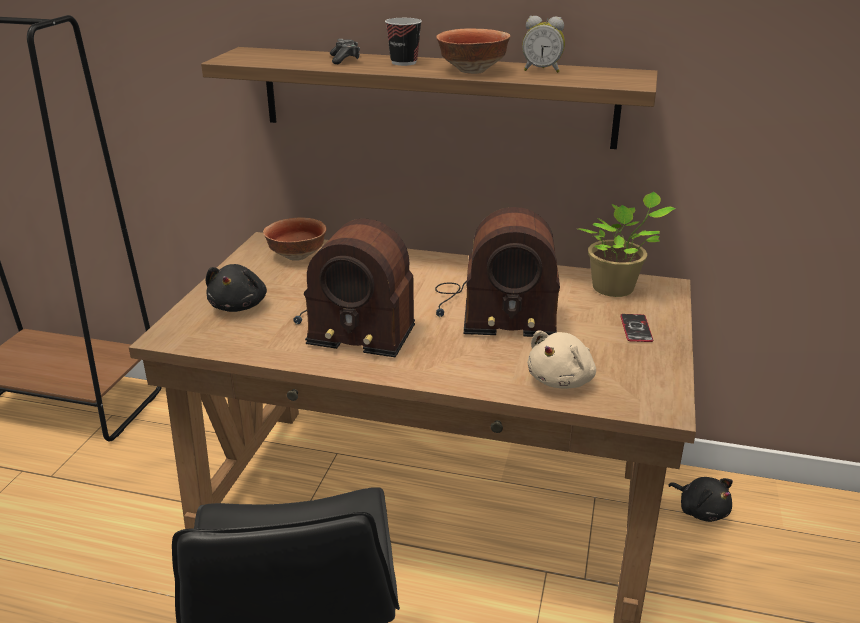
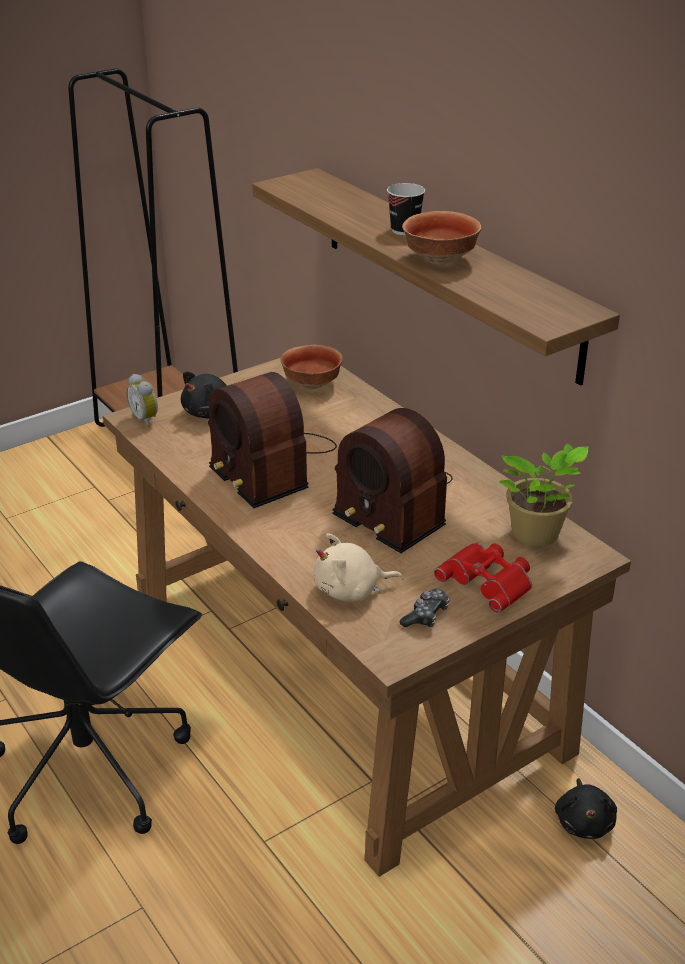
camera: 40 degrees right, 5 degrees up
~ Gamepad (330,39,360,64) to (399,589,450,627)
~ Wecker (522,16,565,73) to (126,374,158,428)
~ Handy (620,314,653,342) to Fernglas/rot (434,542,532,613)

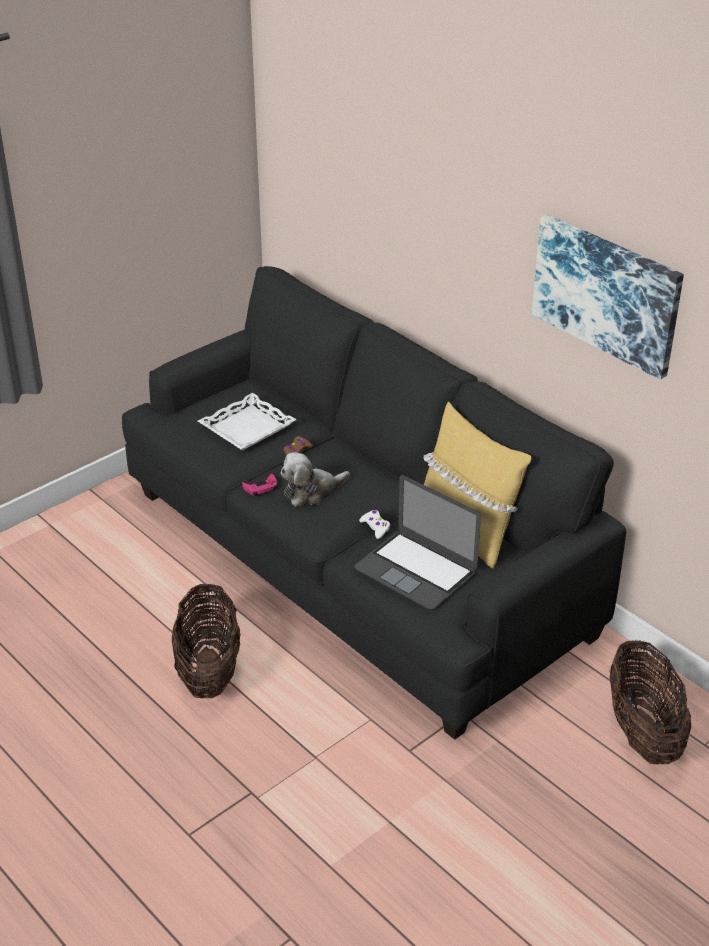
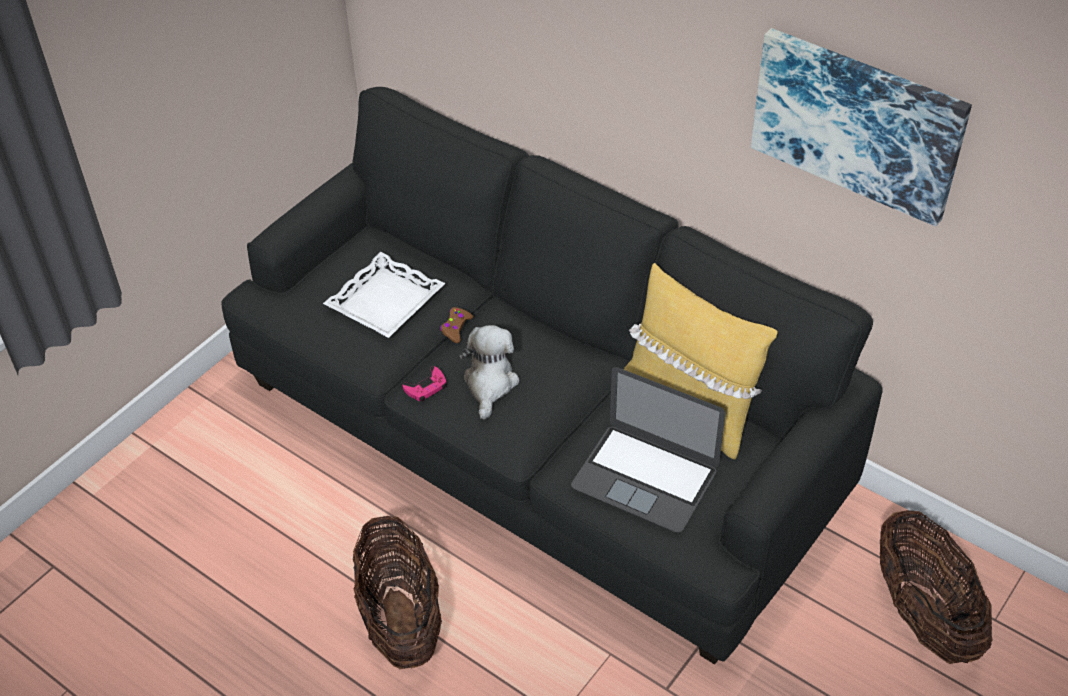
camera: 10 degrees left, 10 degrees up
~ Plüschtier (281,452,350,507) = (459,325,519,420) 135 degrees clockwise
- Gamepad/weiß (359,510,391,539)

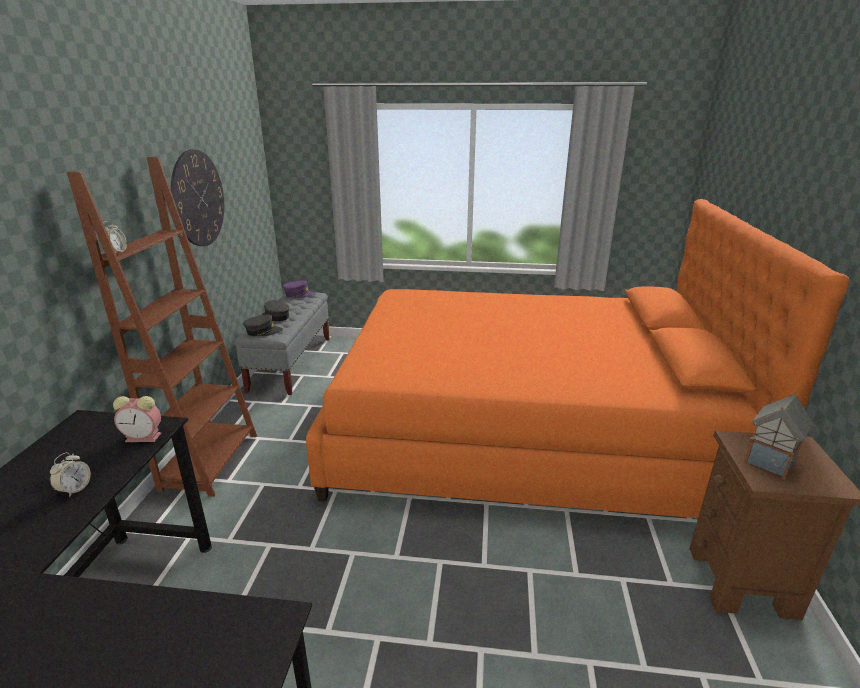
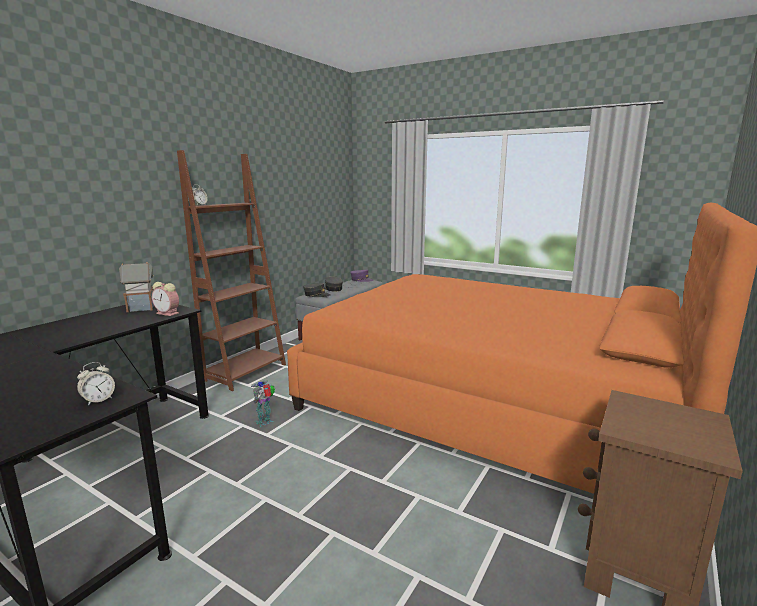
camera: 25 degrees right, 10 degrees down
~ Wecker (50,452,91,497) to (77,362,115,406)
- Wanduhr (171,149,224,246)
~ Spielzeughaus (744,393,814,480) to (119,262,154,312)
+ Spielzeugroboter (251,380,275,427)

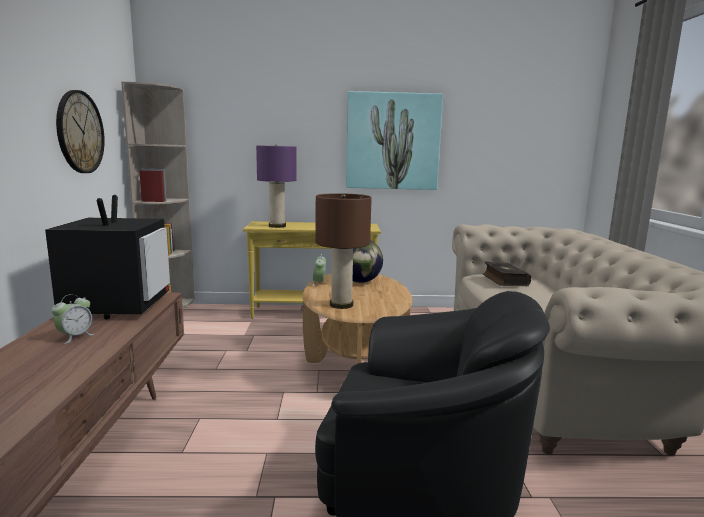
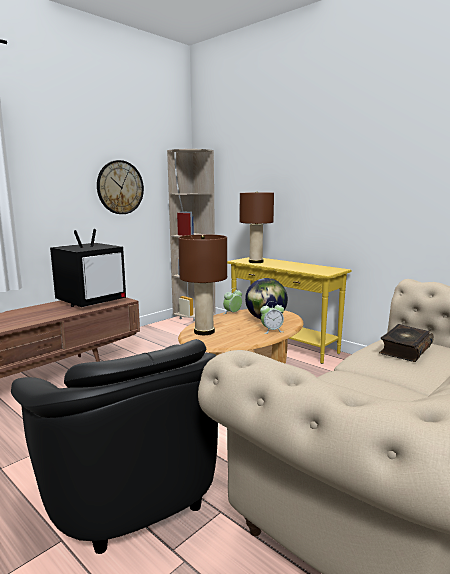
camera: 45 degrees right, 0 degrees up
~ Wecker (52,294,94,344) to (260,301,284,334)
~ Tischlampe/lila (256,145,297,228) to Tischlampe/braun (240,192,274,263)
- Bild (346,91,443,190)

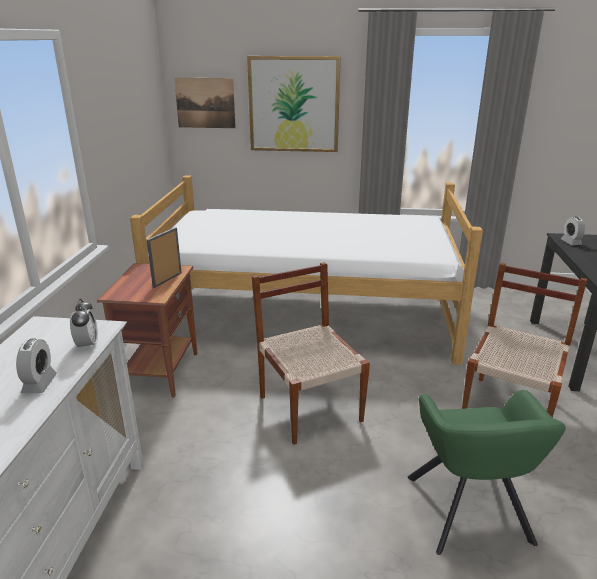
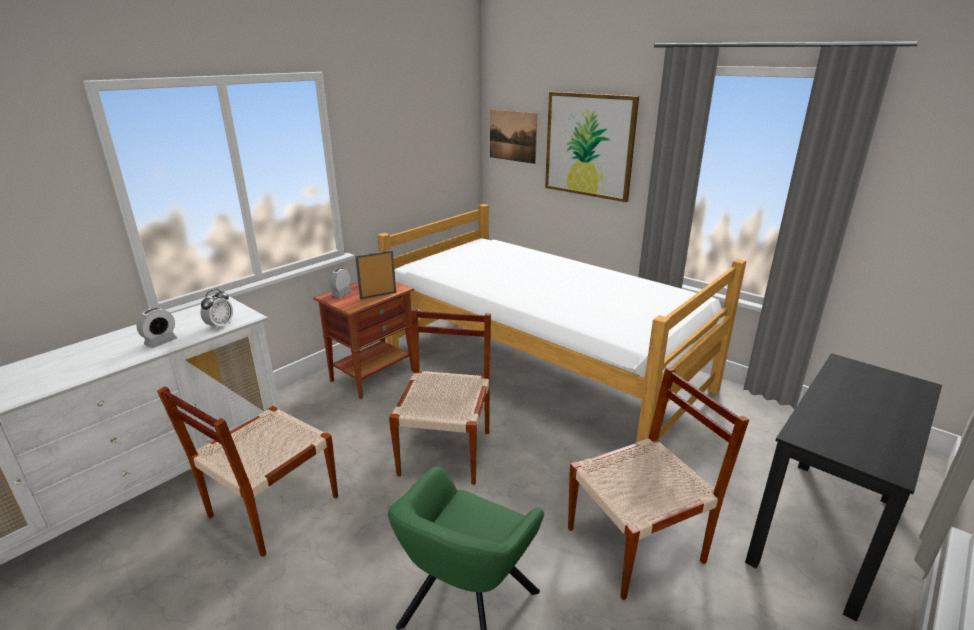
camera: 35 degrees right, 0 degrees up
~ Wecker (561,217,585,245) to (330,268,352,297)
+ Stuhl (157,386,338,557)

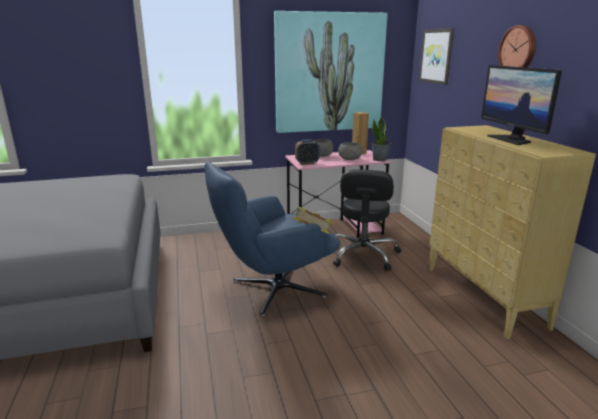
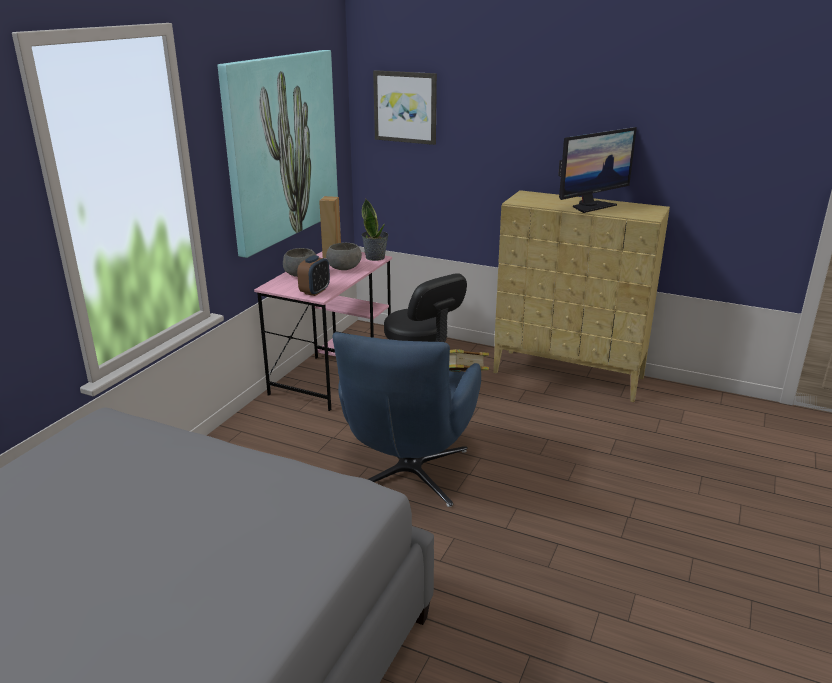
camera: 50 degrees left, 5 degrees up
~ Monitor (481,65,562,145) = (558,127,637,213) 60 degrees counterclockwise
- Wanduhr (498,25,536,68)

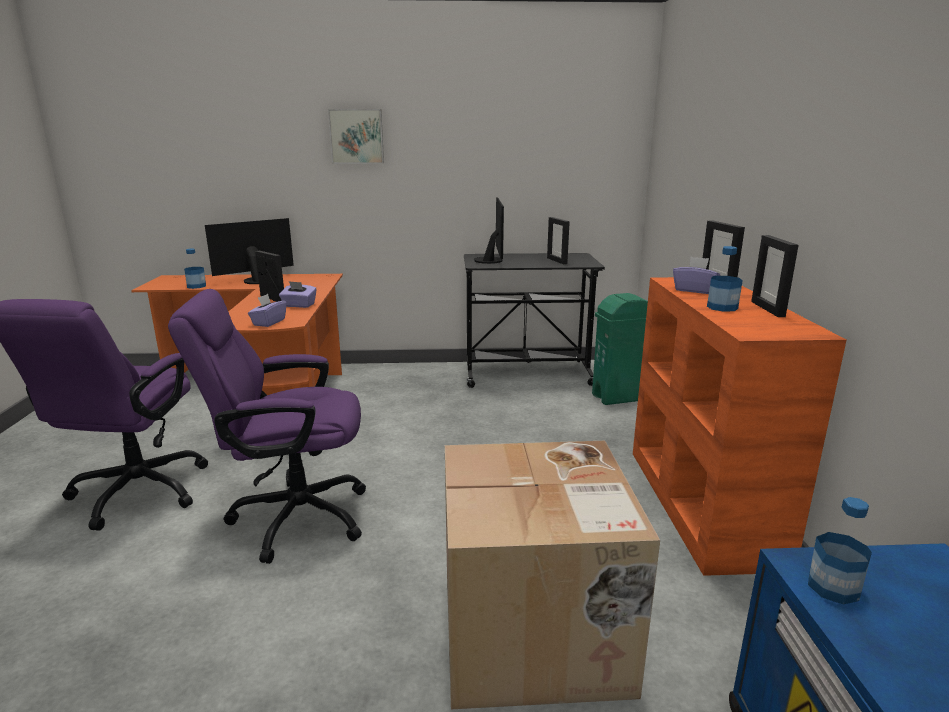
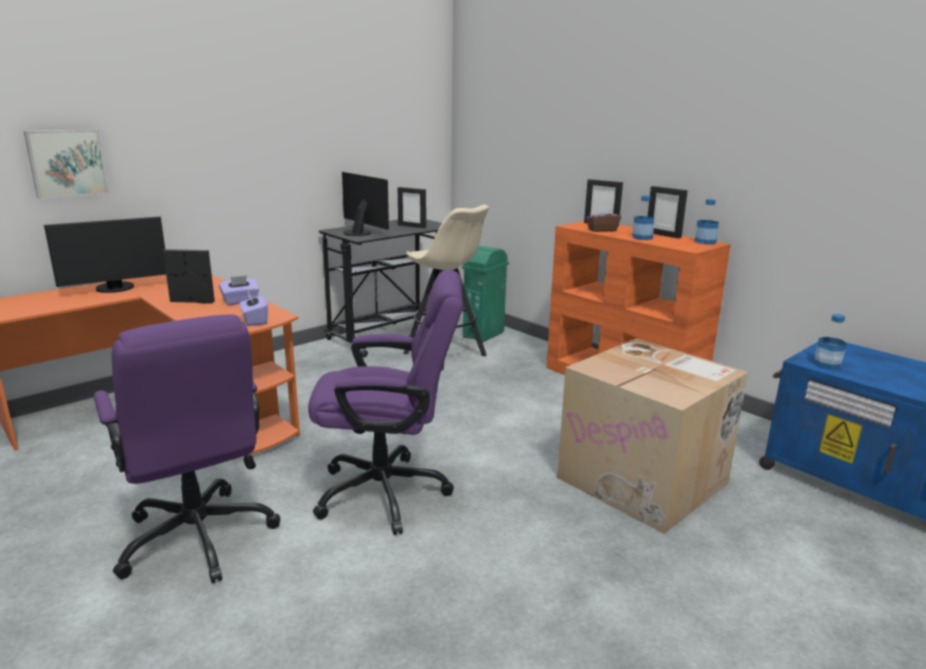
camera: 40 degrees left, 0 degrees up
~ Bürostuhl/lila (168,289,366,564) = (308,269,463,535) 135 degrees counterclockwise
~ Flasche (184,249,206,289) to (695,199,719,245)
~ Monitor (205,218,294,284) = (44,216,166,293) 135 degrees counterclockwise
~ Bild (328,109,384,164) to (24,130,109,199)
~ Taschentuchbox/lila (673,257,720,294) to Taschentuchbox/braun (586,206,621,232)
+ Hocker/beige (403,205,489,371)

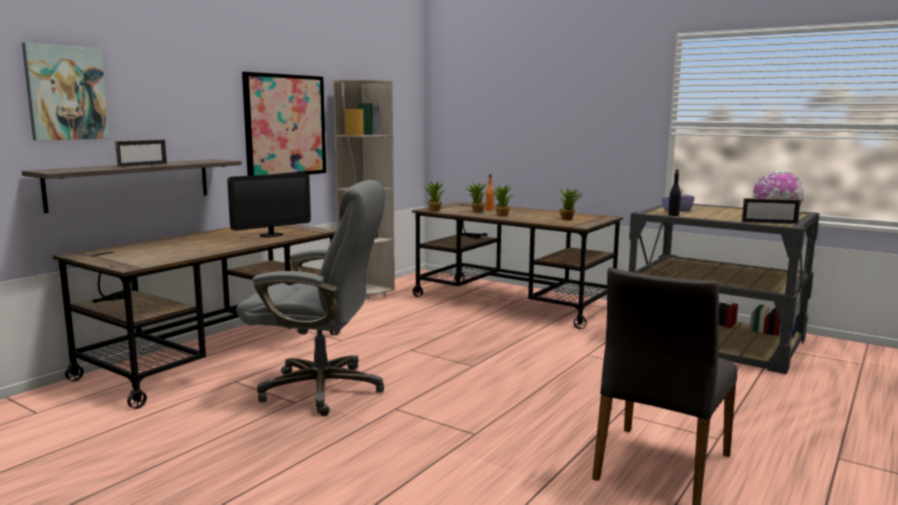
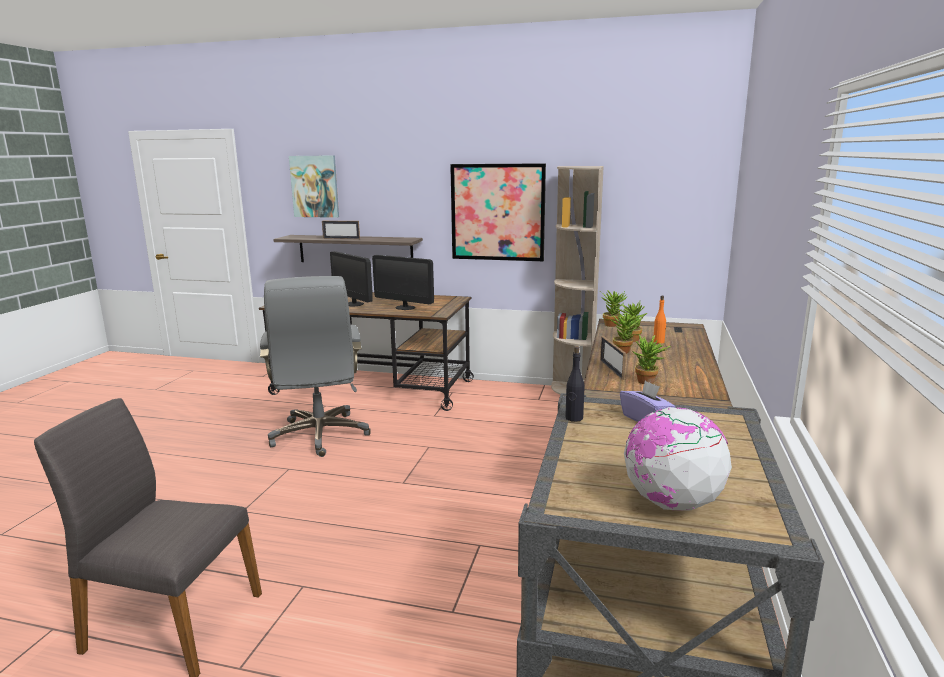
camera: 70 degrees right, 5 degrees up
~ Bilderrahmen (742,198,800,224) to (600,336,626,380)
+ Monitor (330,251,373,306)

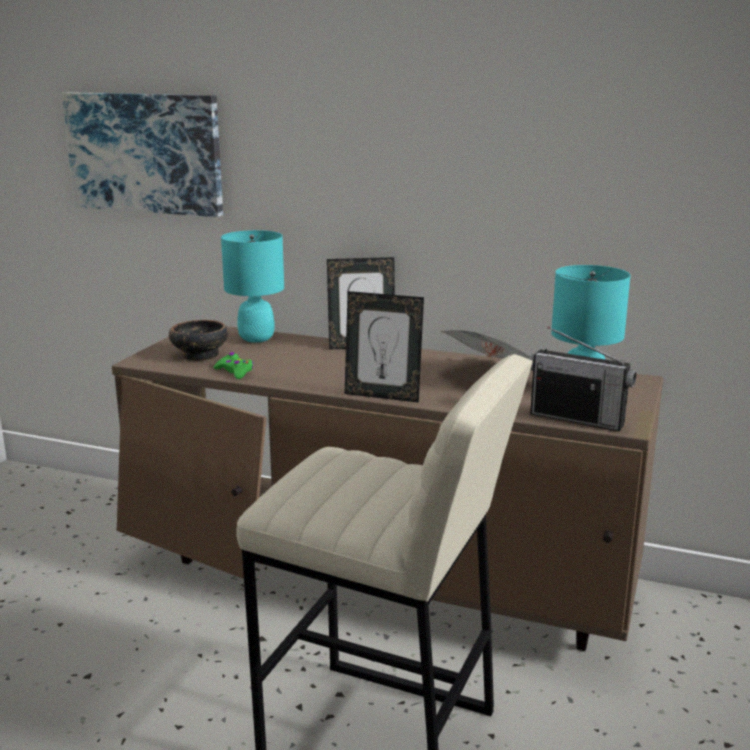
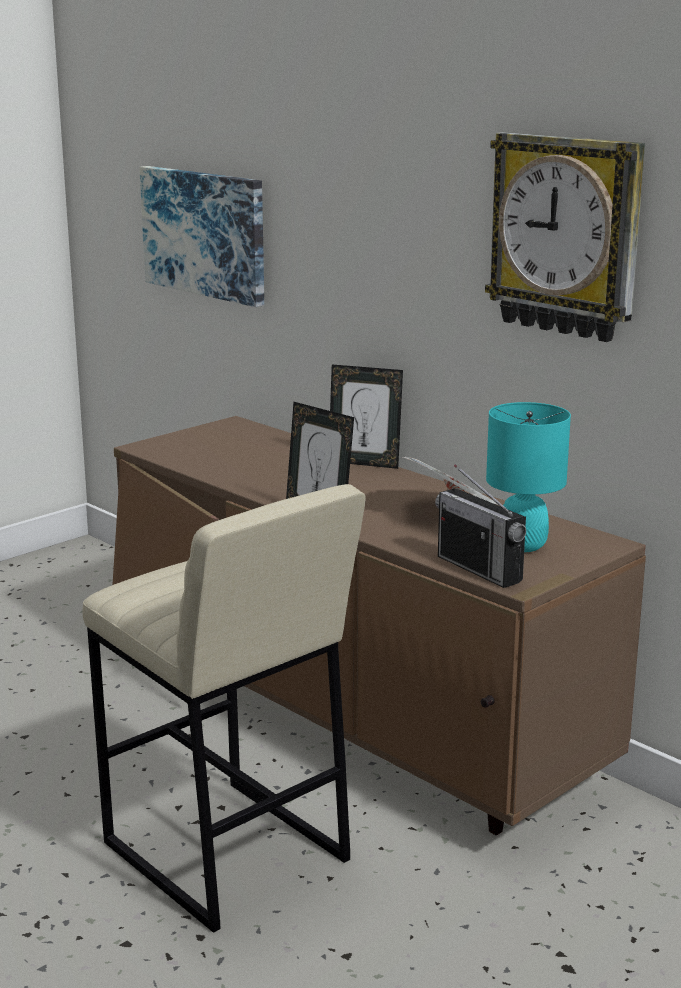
camera: 25 degrees right, 0 degrees up
- Schüssel (169,320,228,361)
- Gamepad/grün (213,352,254,379)
- Tischlampe/türkis (221,230,284,343)
+ Wanduhr (485,132,645,342)

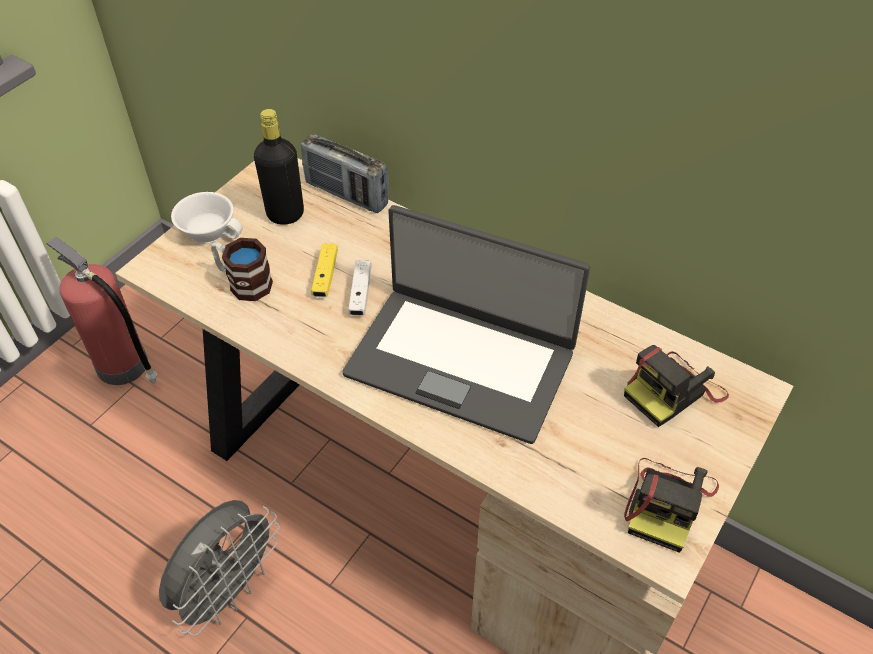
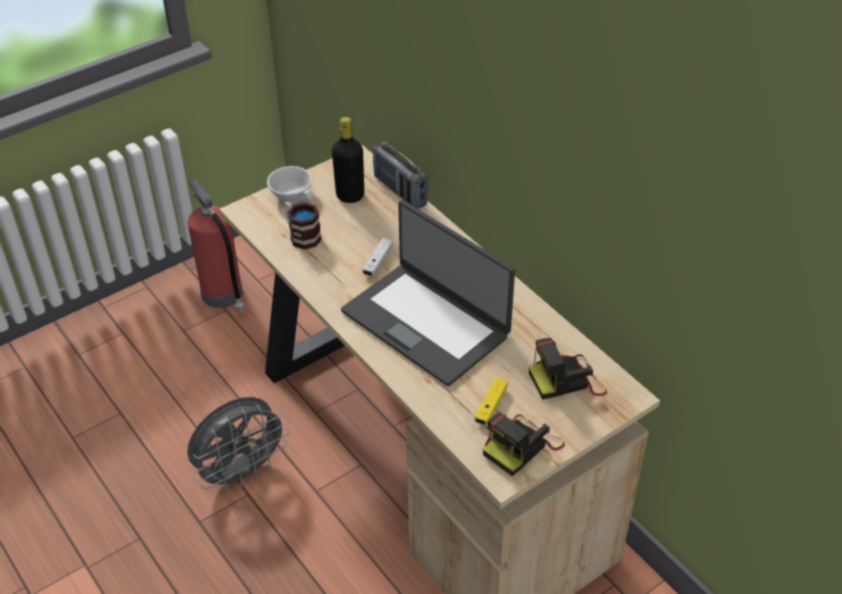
camera: 20 degrees right, 5 degrees down
~ Gamepad/gelb (311,243,338,297) to (474,378,508,425)

